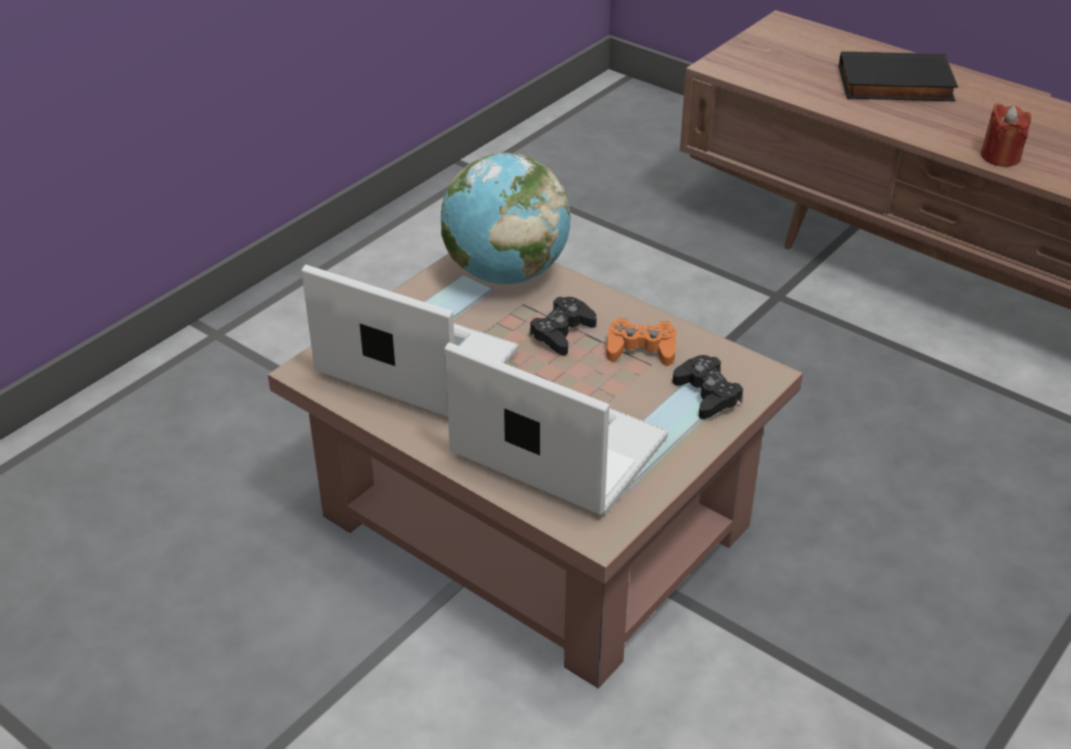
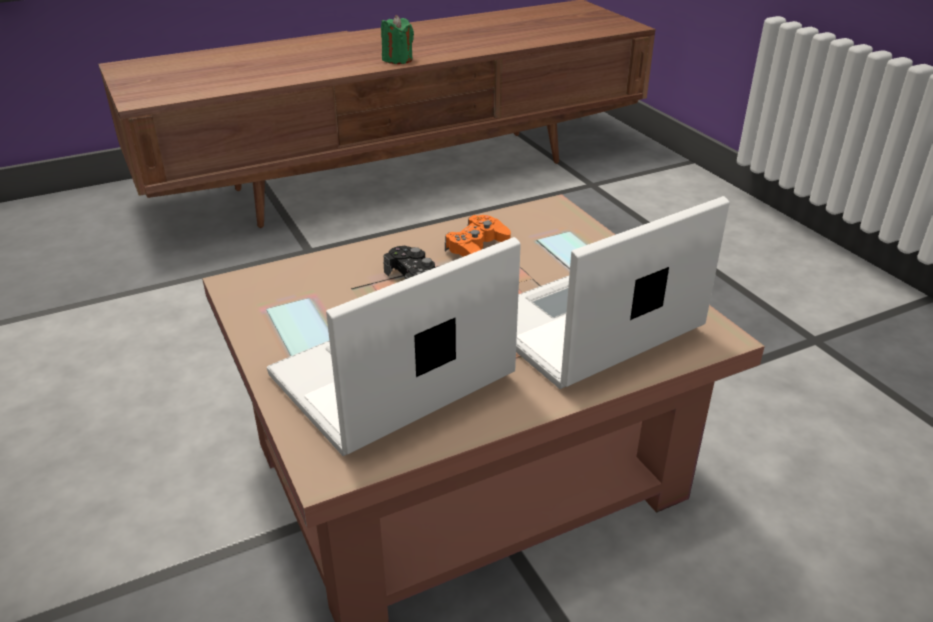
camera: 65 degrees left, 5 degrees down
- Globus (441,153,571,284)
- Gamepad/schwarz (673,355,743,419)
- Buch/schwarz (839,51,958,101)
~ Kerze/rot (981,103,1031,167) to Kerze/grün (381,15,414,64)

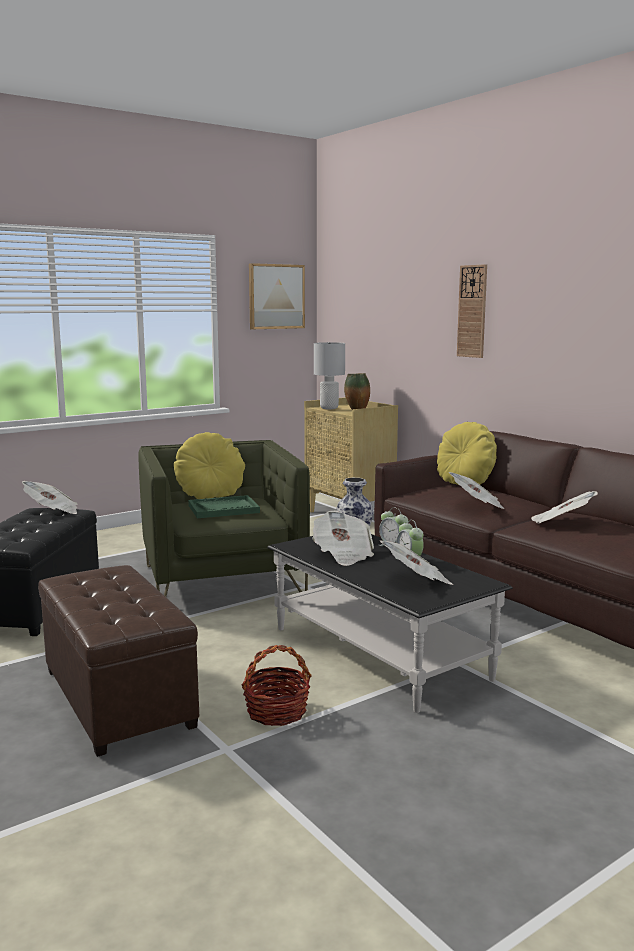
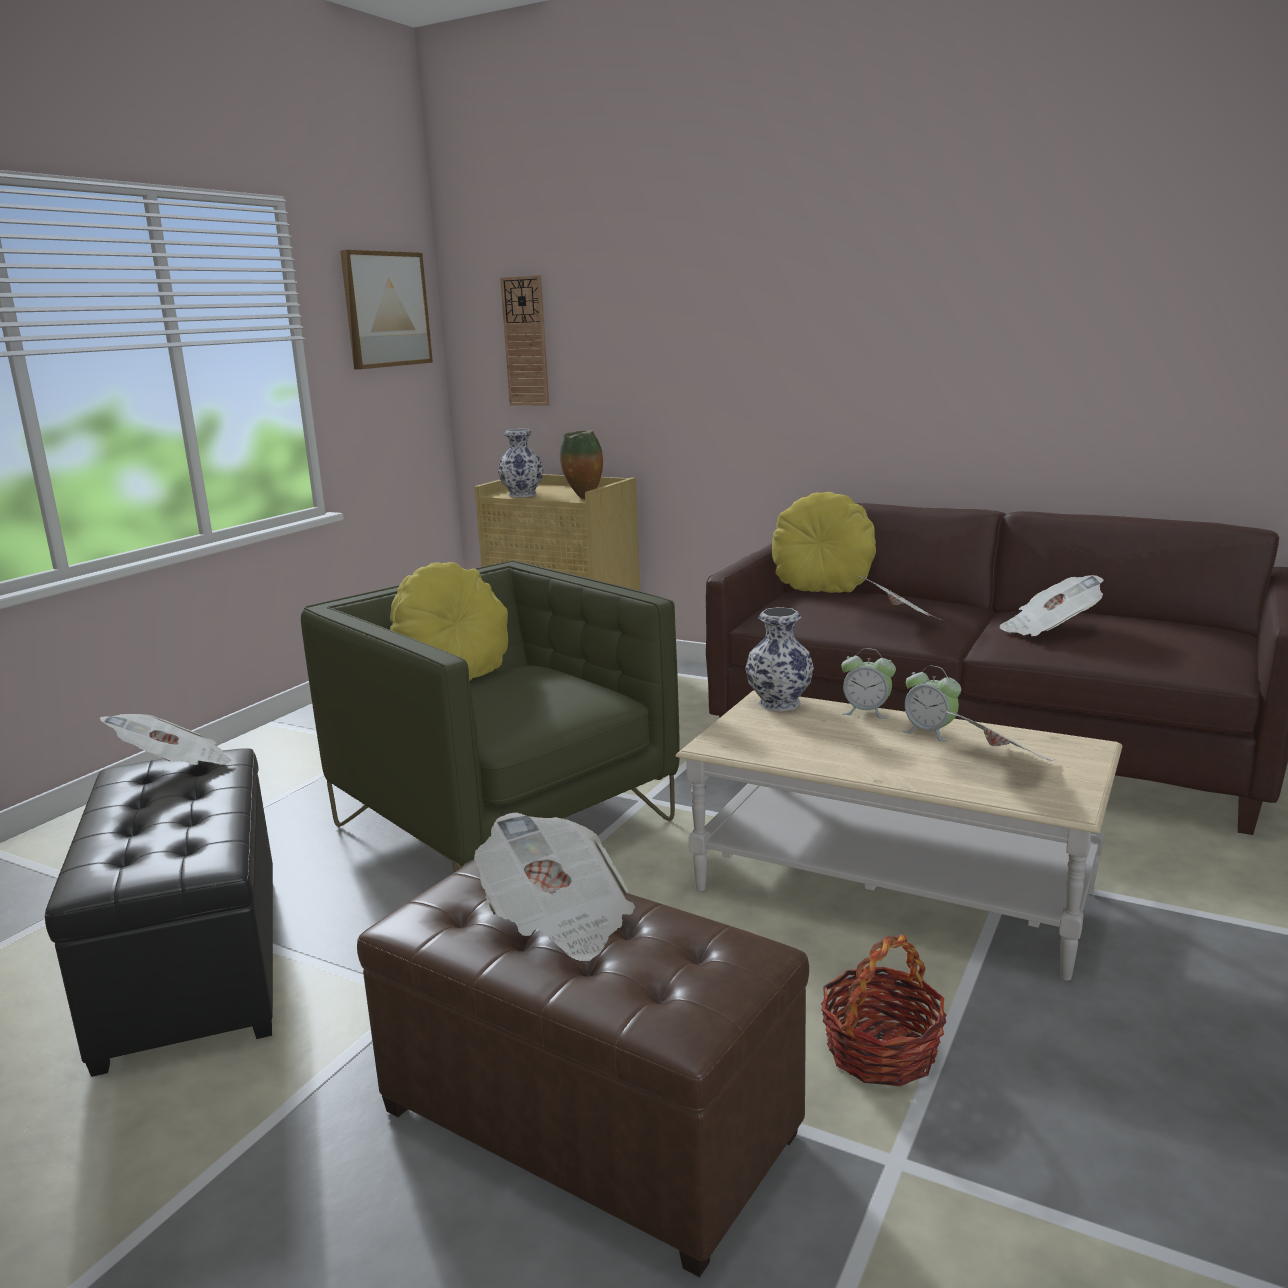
camera: 25 degrees left, 5 degrees up
- Tablett/grün (188,495,260,518)
~ Couchtisch/schwarz (267,534,513,713) to Couchtisch/beige (676,690,1122,981)
~ Zeitung (312,511,374,566) to (474,812,635,961)
~ Tischlampe/grau (314,342,345,409) to Vase (498,429,544,498)
~ Wanduhr (457,264,487,358) to (500,275,549,406)

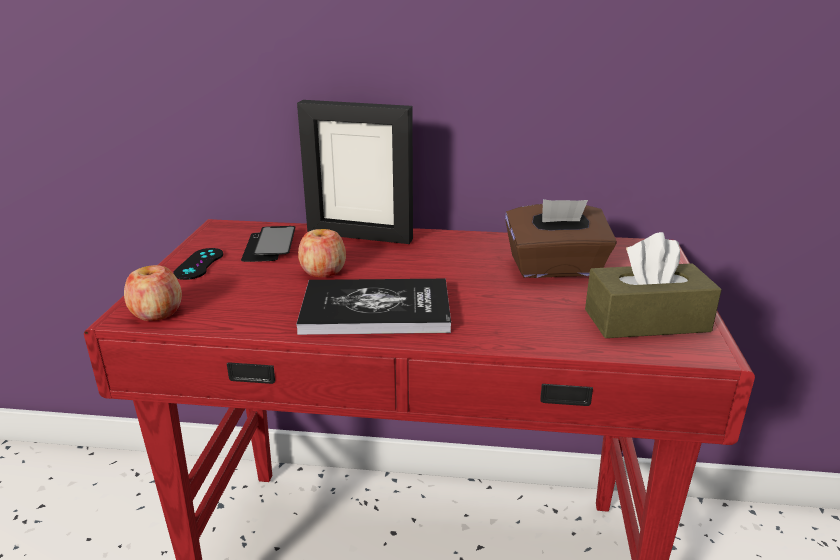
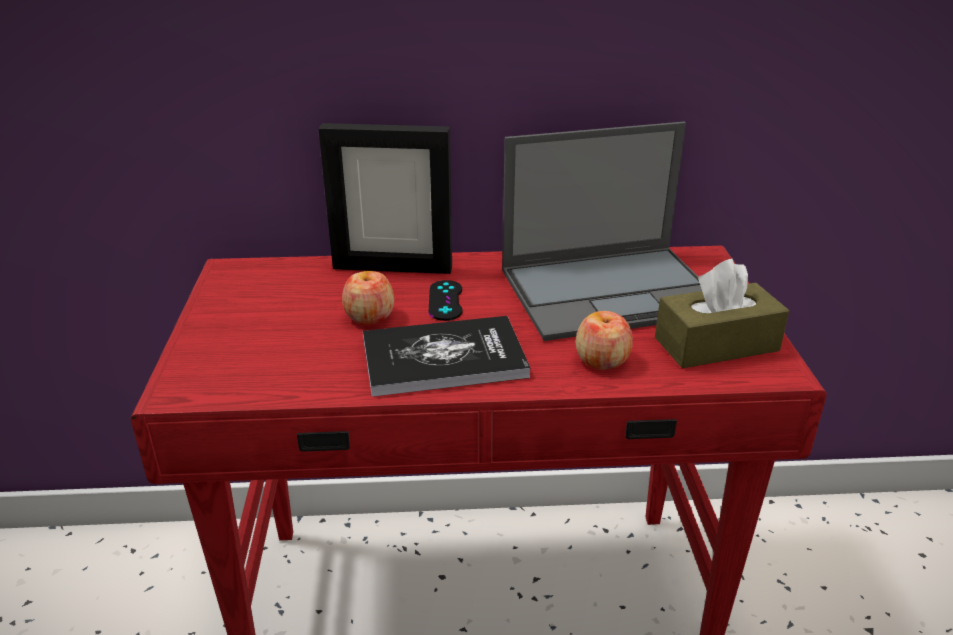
camera: 10 degrees left, 5 degrees up
~ Apfel (124,265,182,321) to (576,311,633,370)
~ Gamepad/schwarz (173,248,223,280) to (428,280,463,321)
- Handy (241,226,296,262)
~ Taschentuchbox/braun (505,199,617,278) to Laptop (502,122,702,341)

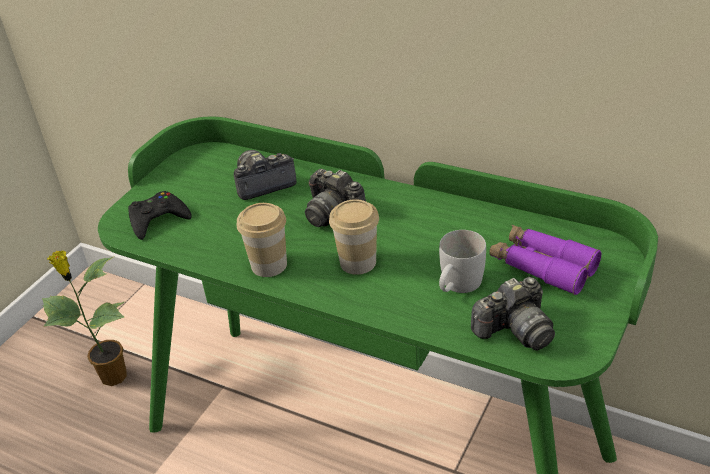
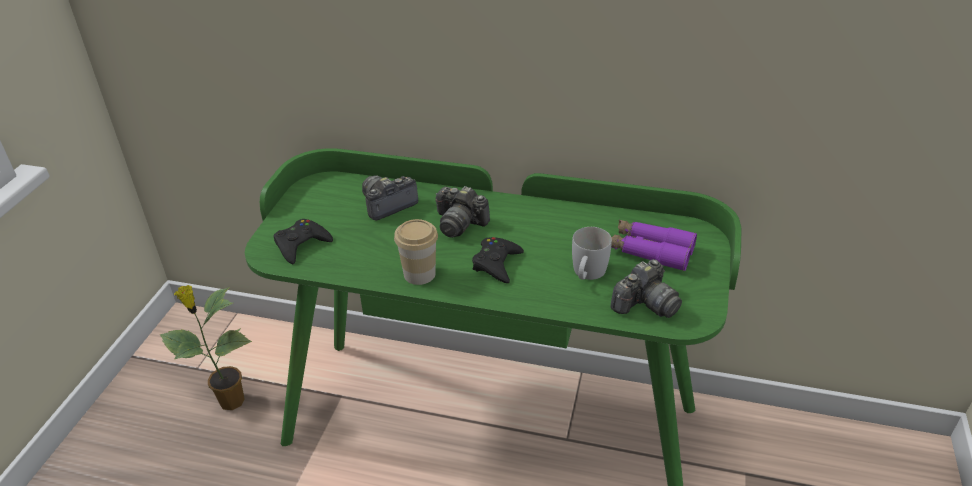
camera: 15 degrees left, 0 degrees up
~ Tasse (329,199,379,275) to Gamepad/schwarz (472,237,524,283)

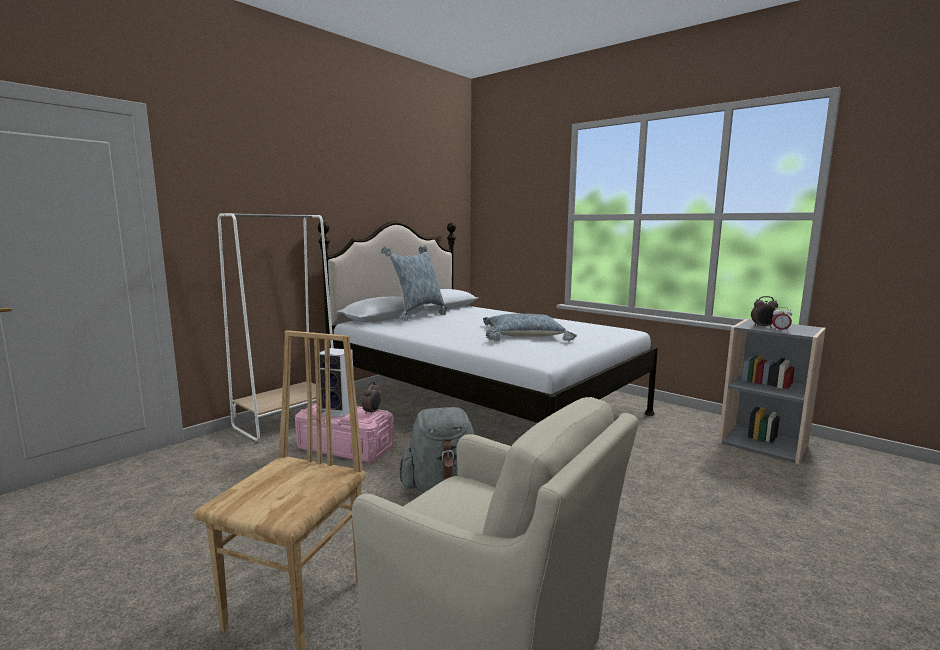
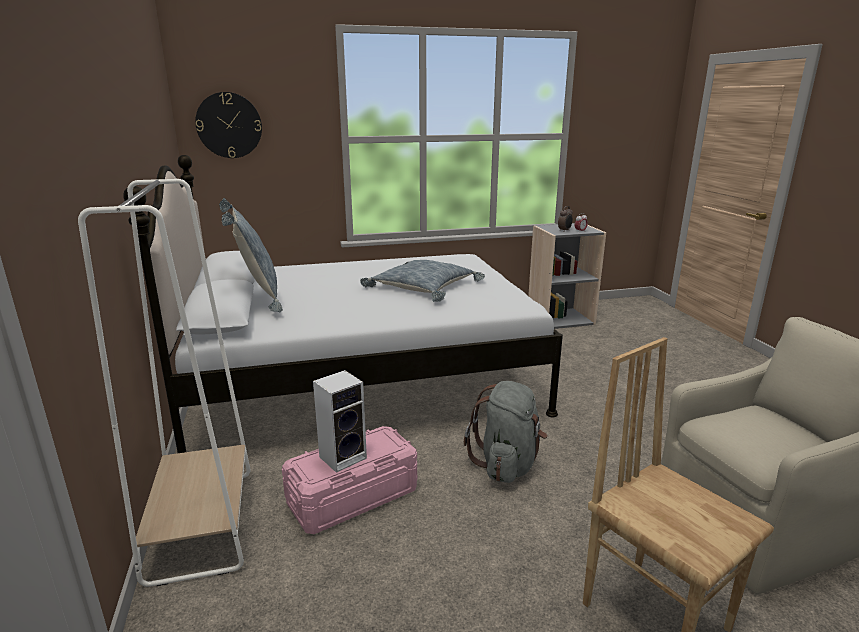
camera: 55 degrees left, 10 degrees up
- Wecker (362,382,381,415)
+ Wanduhr (195,92,262,158)

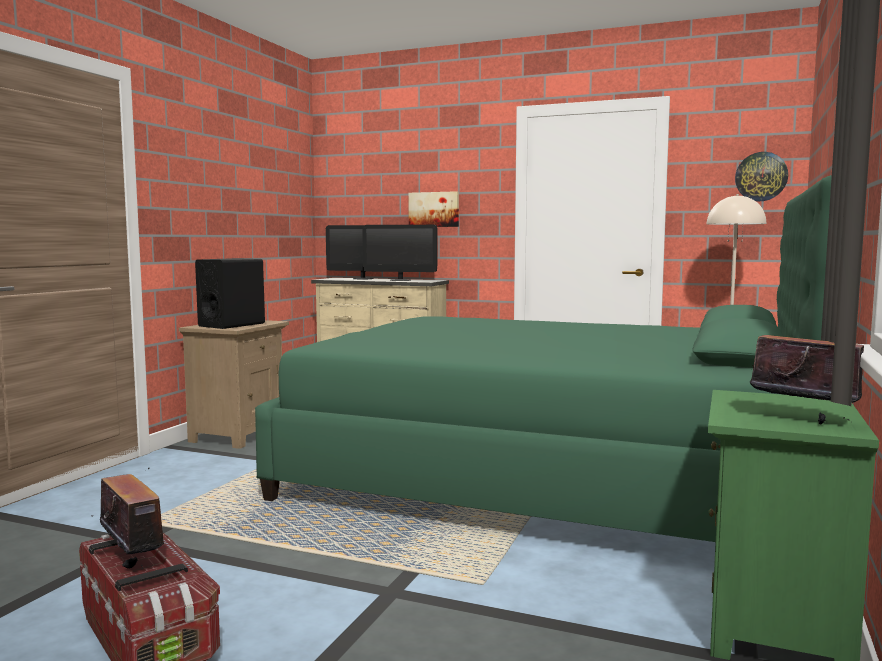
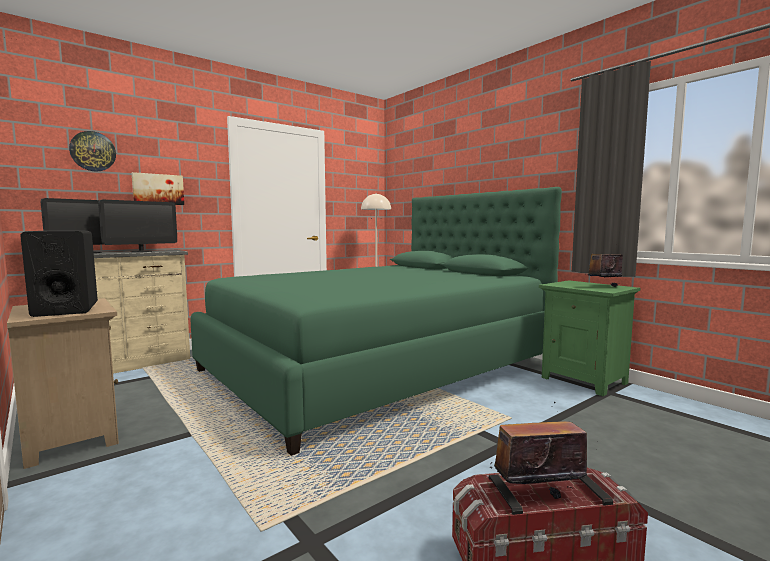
camera: 60 degrees left, 0 degrees up
~ Wanduhr (735,152,788,201) to (69,131,116,172)

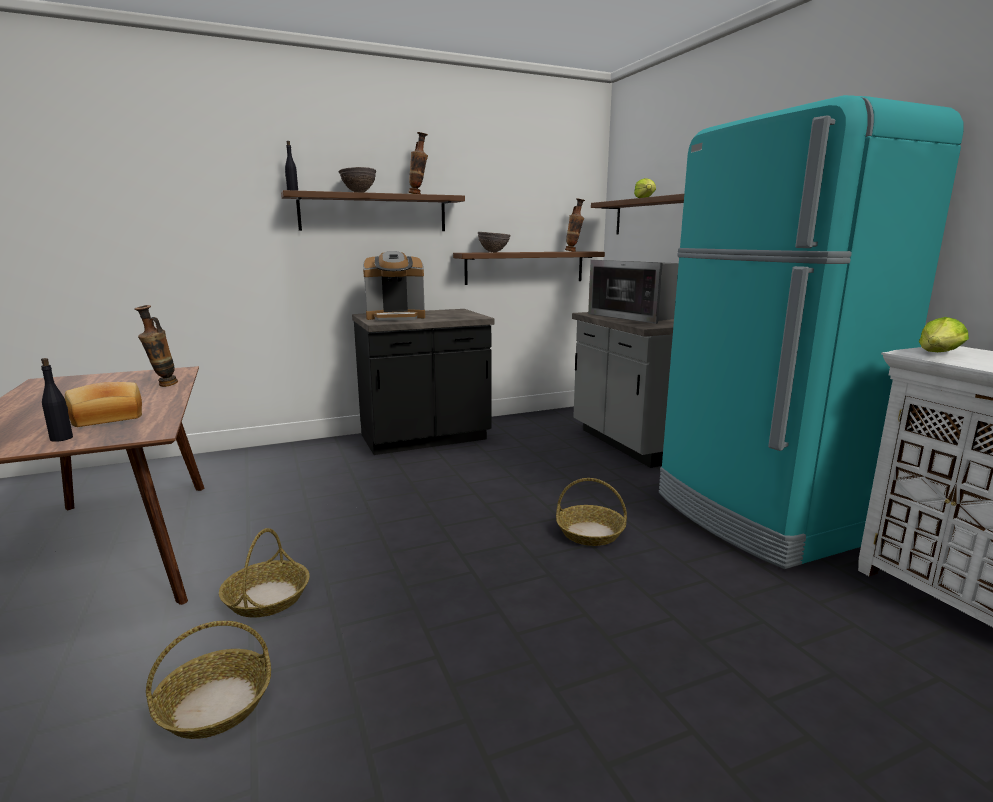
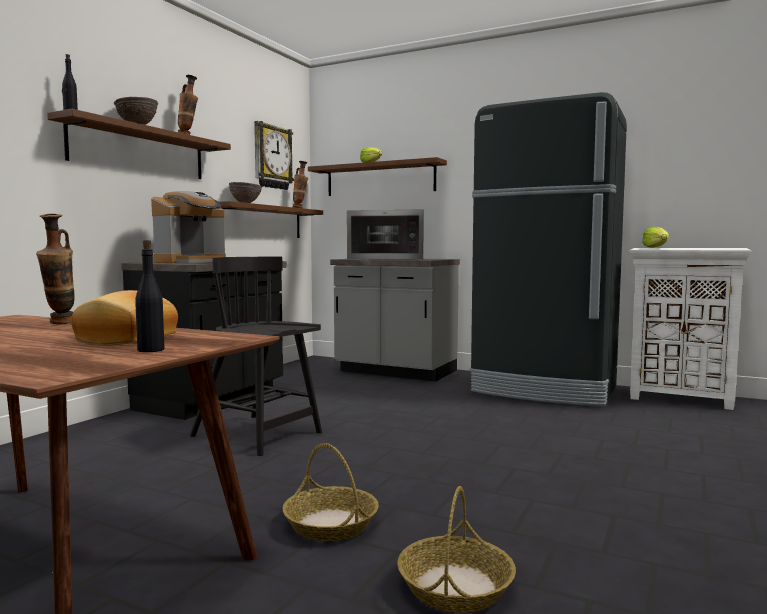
camera: 40 degrees left, 10 degrees down
- Korb (556,478,627,546)
~ Kühlschrank/türkis (659,95,964,569) to Kühlschrank/schwarz (470,92,627,406)
+ Stuhl/schwarz (190,257,322,456)
+ Wanduhr (254,121,294,190)

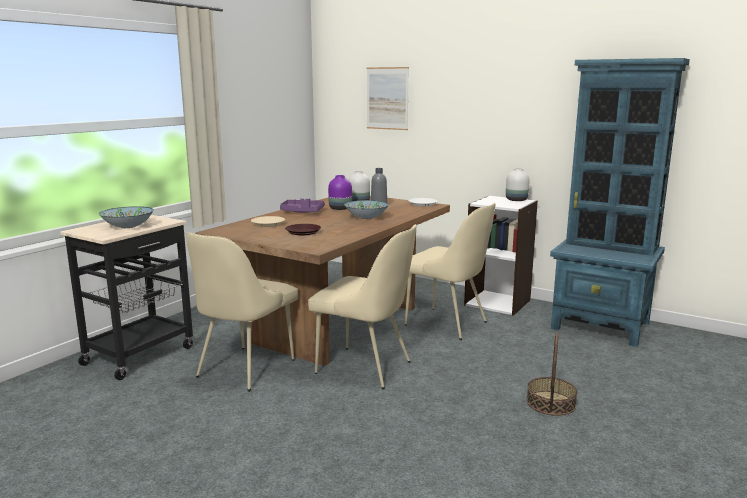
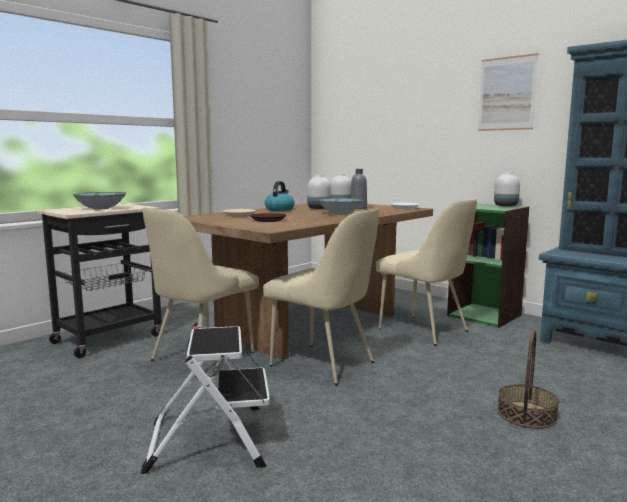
camera: 10 degrees right, 5 degrees down
~ Tablett/lila (280,198,325,213) to Wasserkessel (265,181,294,211)
~ Vase/lila (328,175,352,210) to Vase/weiß (307,175,331,209)
~ Bild (367,67,409,130) to (478,53,538,131)
~ Bücherregal/weiß (464,195,538,316) to Bücherregal/grün (447,203,529,328)
+ Trittleiter (141,323,270,474)

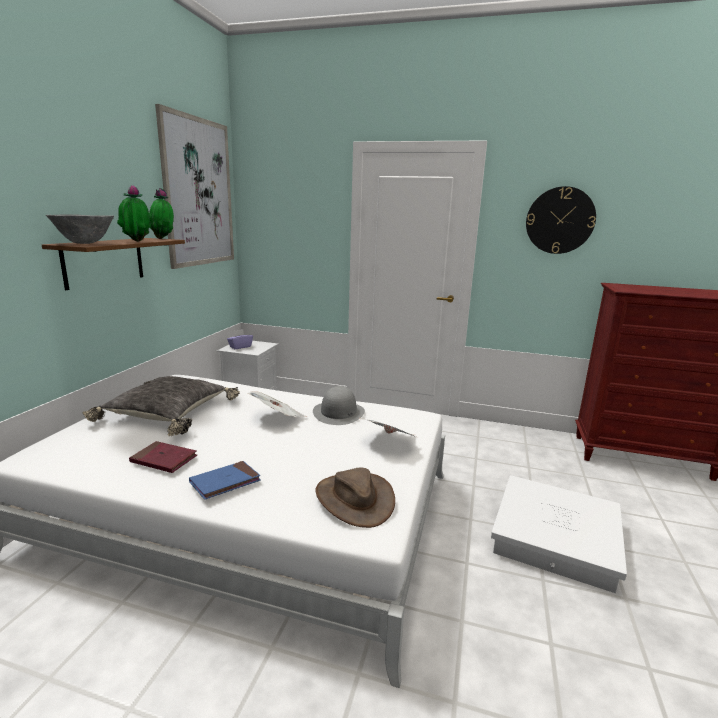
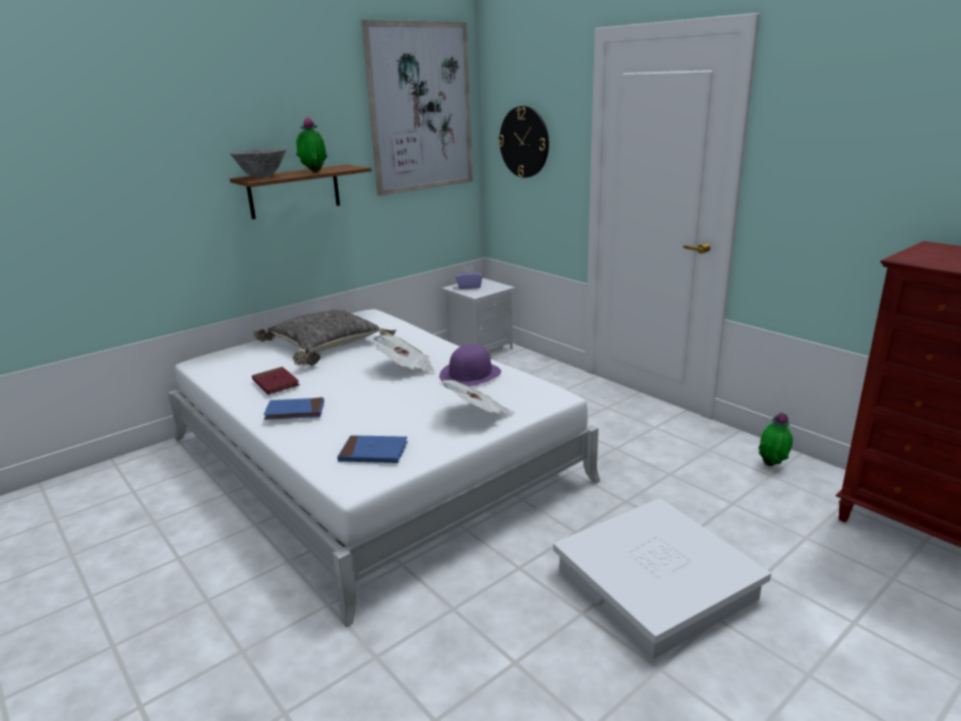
camera: 35 degrees right, 5 degrees up
~ Topfpflanze (149,188,174,239) to (759,413,793,466)
~ Hut/grau (313,386,365,425) to Hut/lila (440,344,501,387)
~ Hut/braun (315,468,395,528) to Buch/blau (337,435,408,463)
~ Wanduhr (526,186,596,254) to (498,106,549,178)

